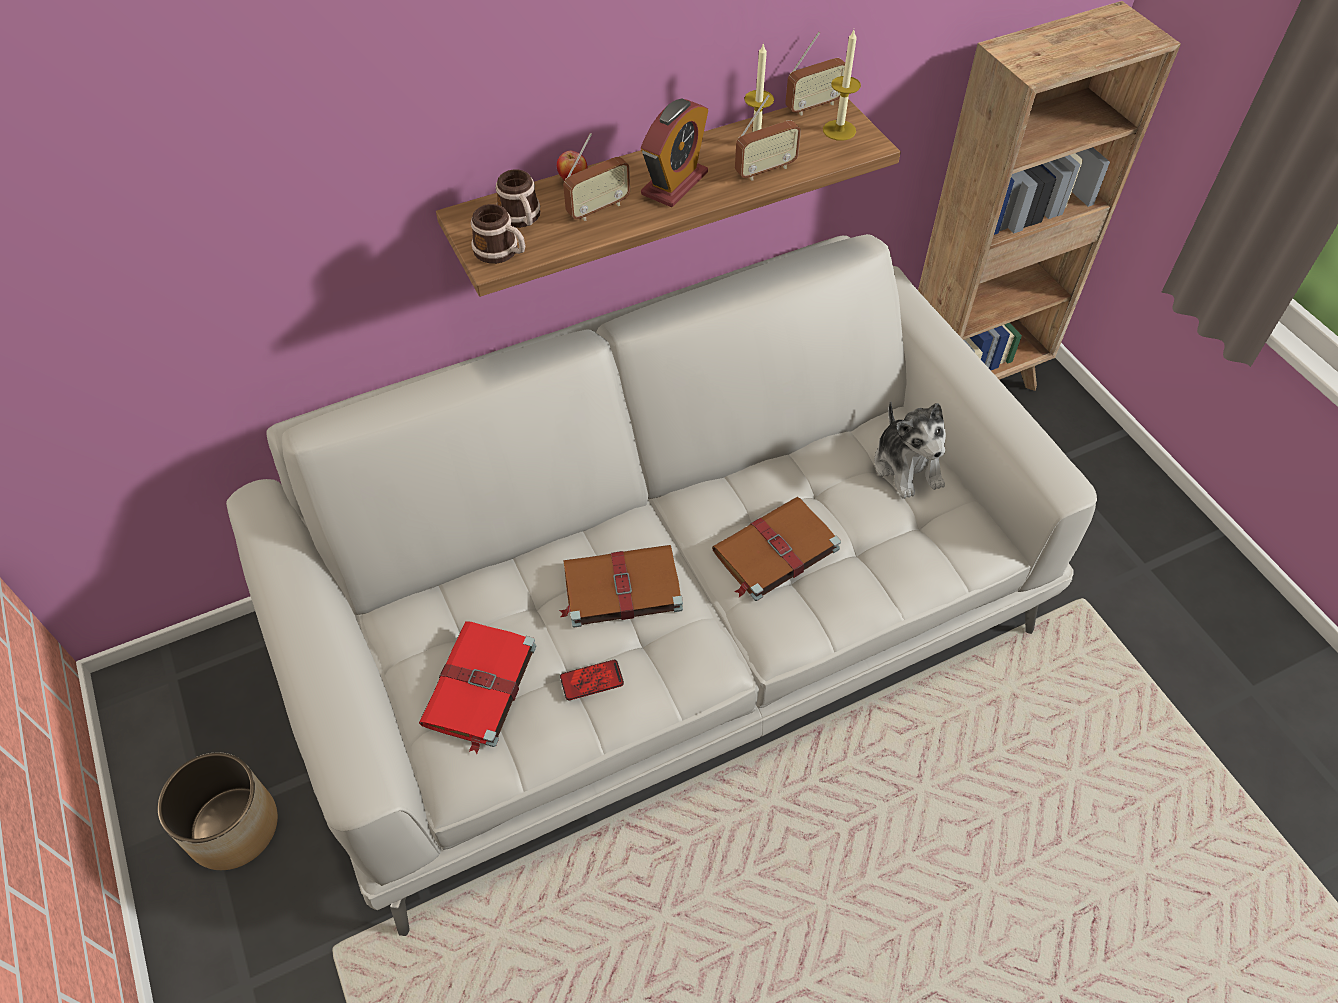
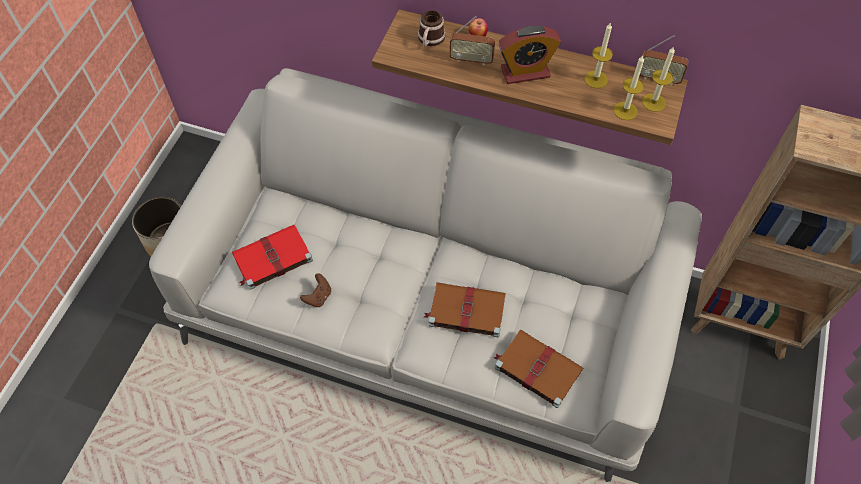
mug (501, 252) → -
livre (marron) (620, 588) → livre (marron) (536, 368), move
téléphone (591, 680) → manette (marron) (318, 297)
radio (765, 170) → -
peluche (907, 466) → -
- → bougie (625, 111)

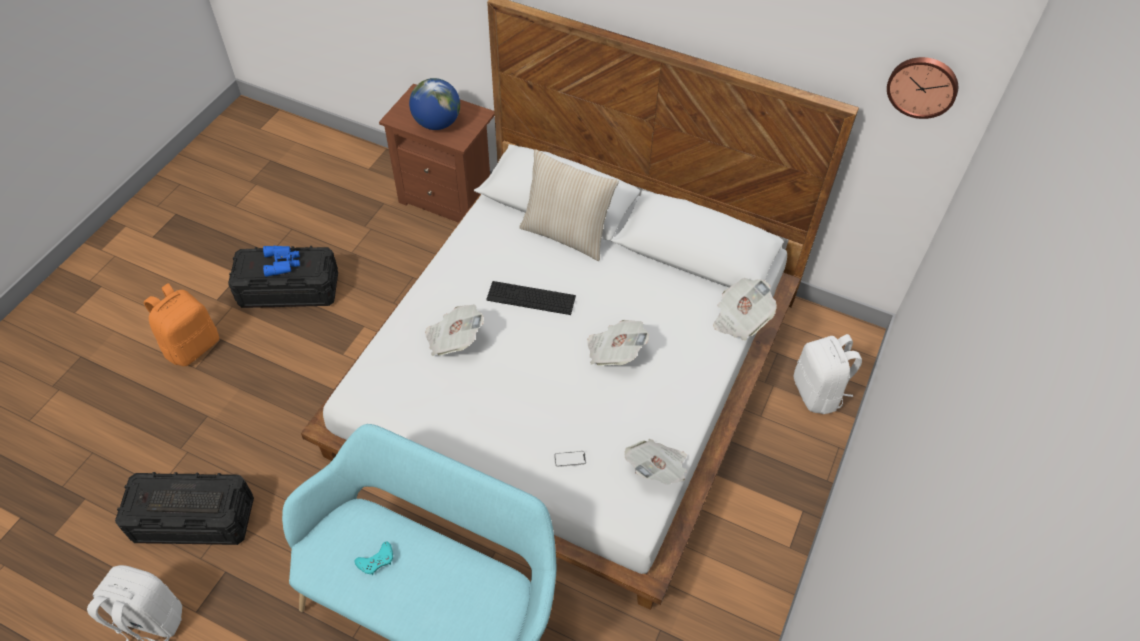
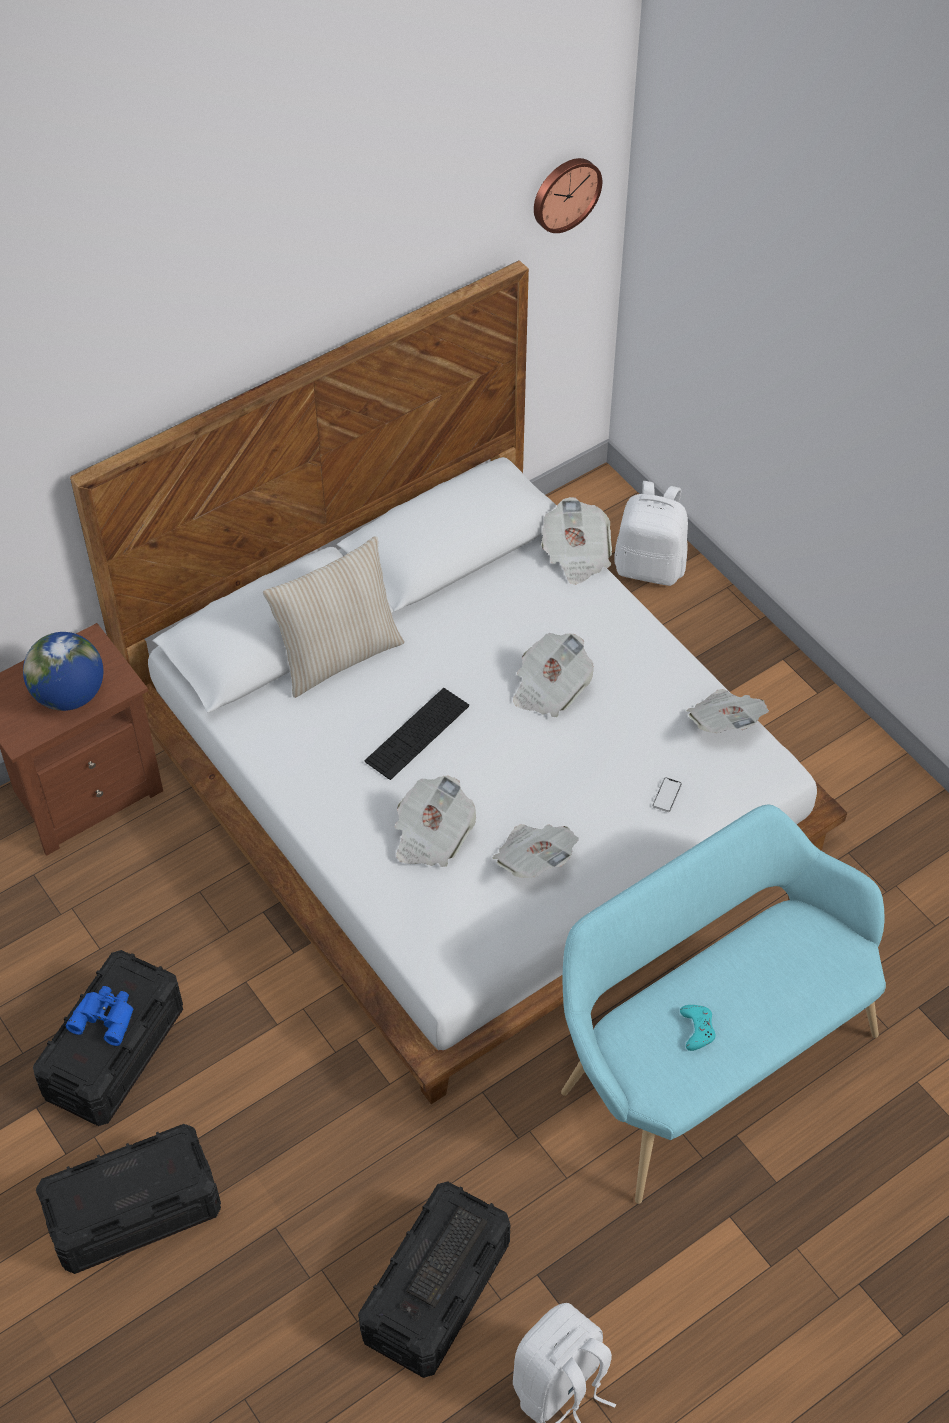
sac à dos (orange) (192, 345) → boîte de rangement (noir) (133, 1211)
- → journal (534, 860)

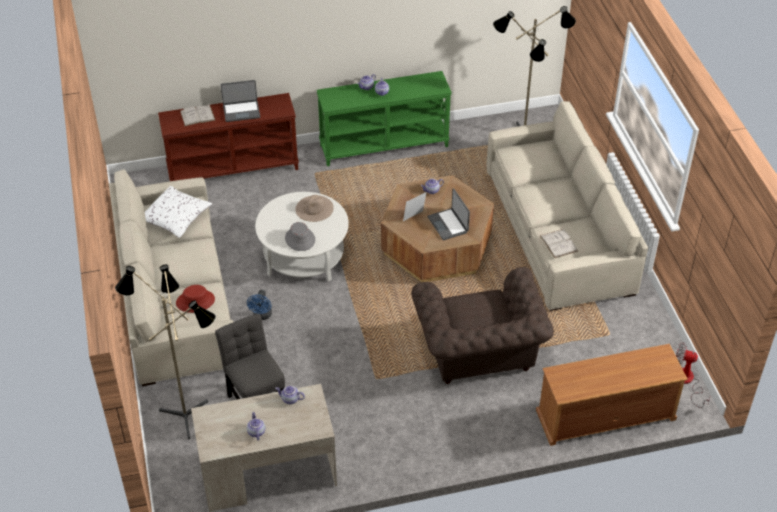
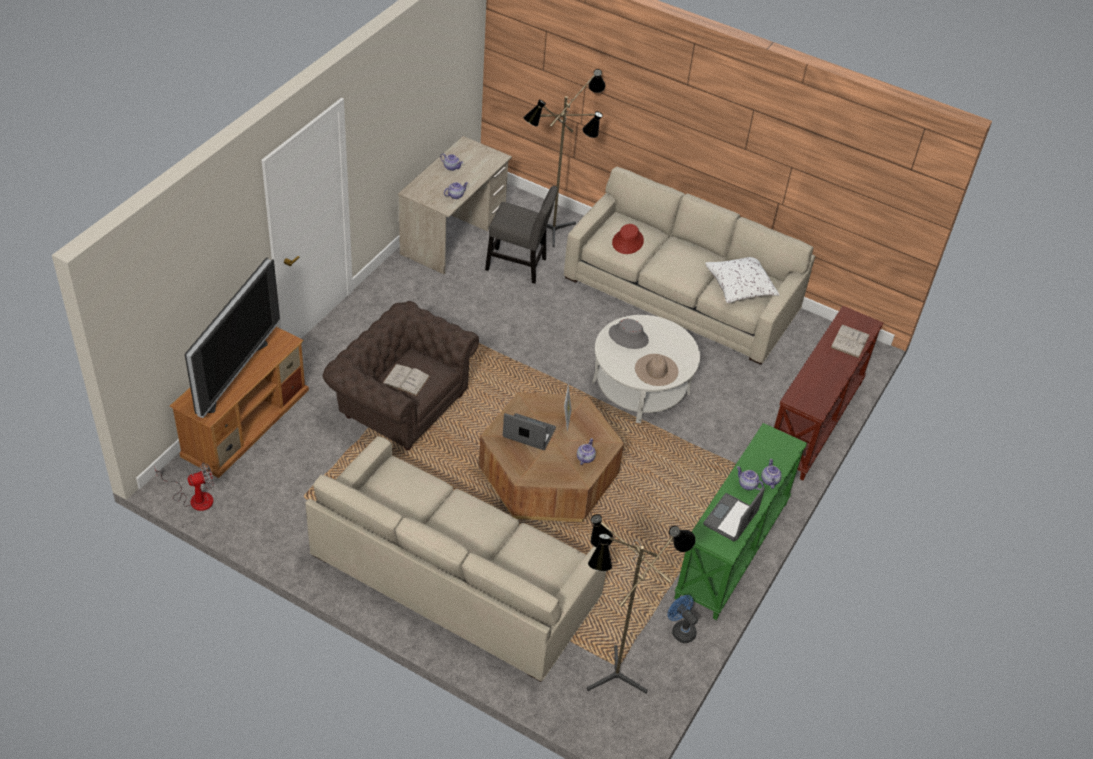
ordinateur portable (241, 111) → ordinateur portable (731, 519), move
ventilateur (bleu) (262, 316) → ventilateur (bleu) (680, 630), move
livre (blanc) (558, 243) → livre (blanc) (406, 380), move
- → téléviseur (233, 374)

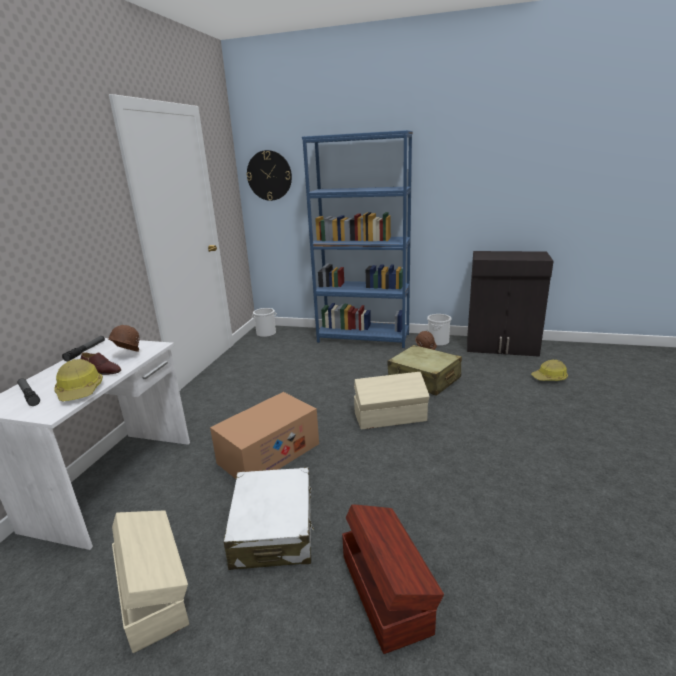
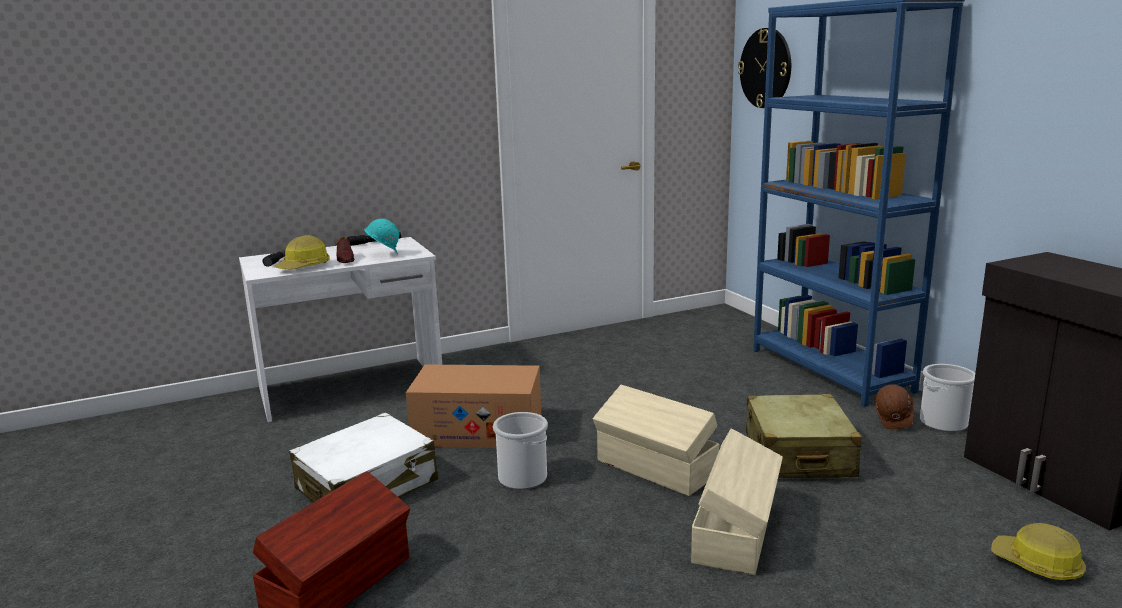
casque de chantier (marron) (127, 356) → casque de chantier (turquoise) (383, 255)
boîte de rangement (beige) (153, 591) → boîte de rangement (beige) (736, 532), move
seau (266, 333) → seau (522, 478), move

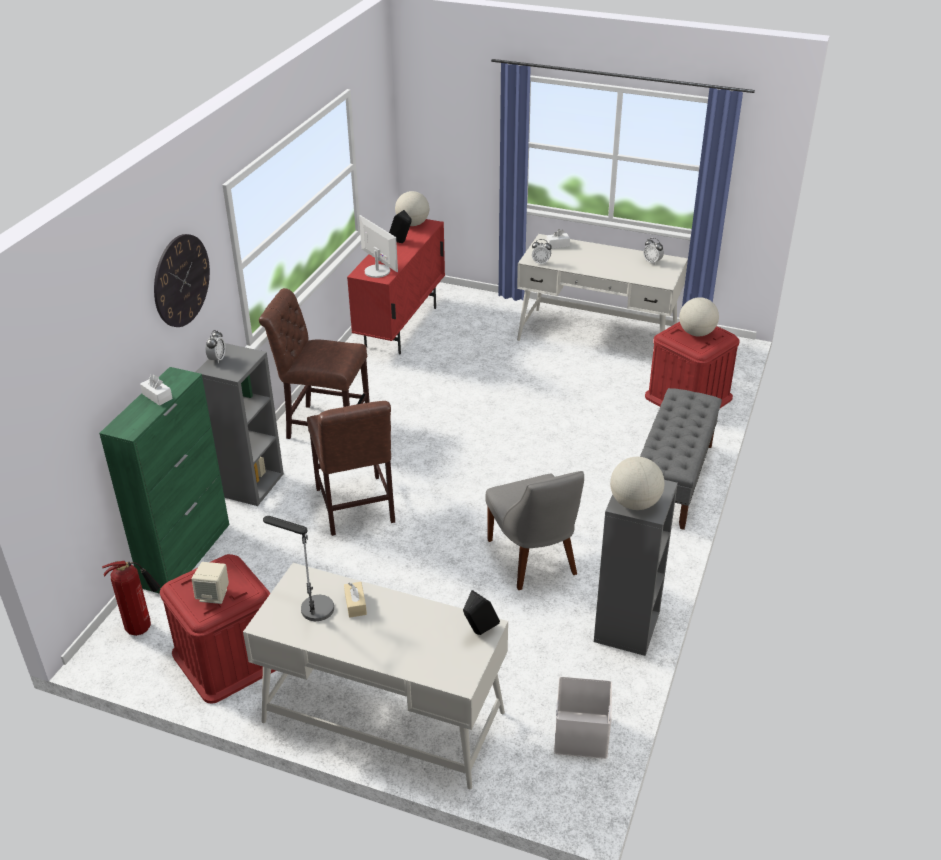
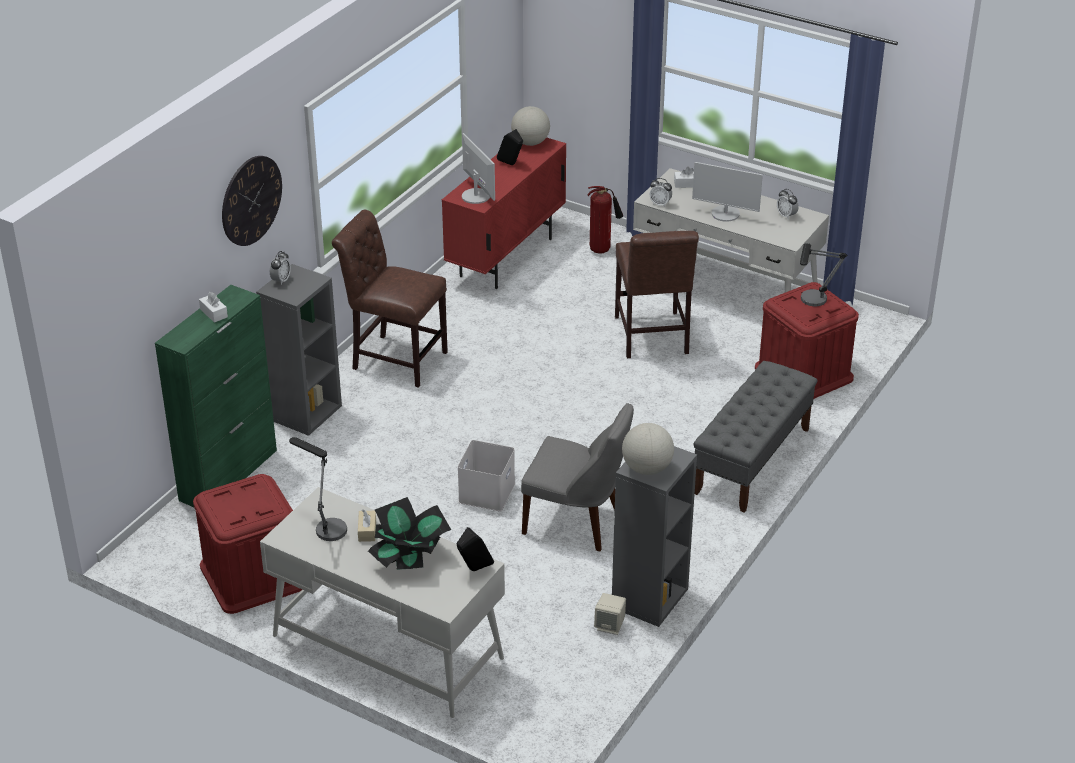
extincteur (142, 627) → extincteur (602, 249), move
enceinte (beige) (214, 595) → enceinte (beige) (610, 626), move
chaise (marron) (355, 509) → chaise (marron) (651, 338), move
chaise (gris) (534, 560) → chaise (gris) (576, 523), 60 degrees counterclockwise
boîte de rangement (blanc) (580, 733) → boîte de rangement (blanc) (486, 492), move
globe (696, 333) → lampe de table (811, 303)
- → plante en pot (409, 558)
- → écran d'ordinateur (725, 214)

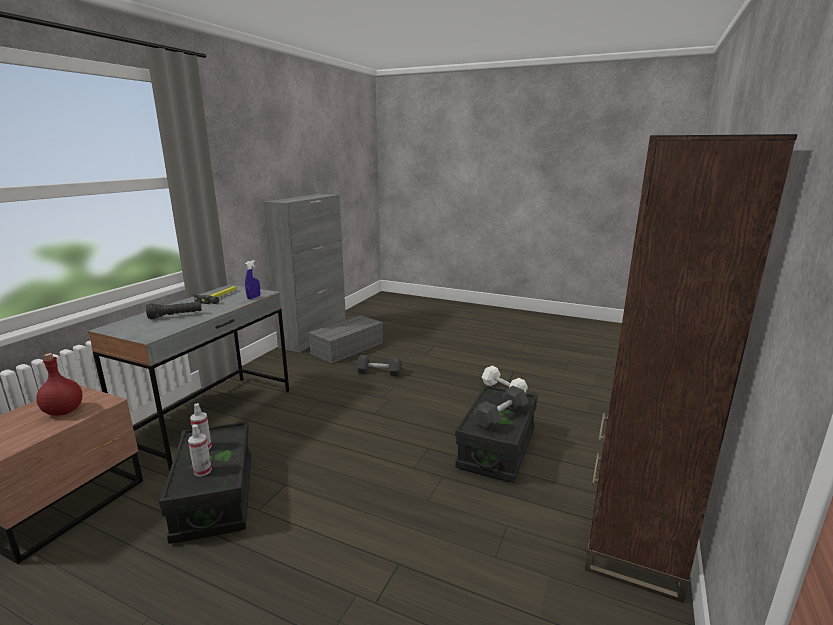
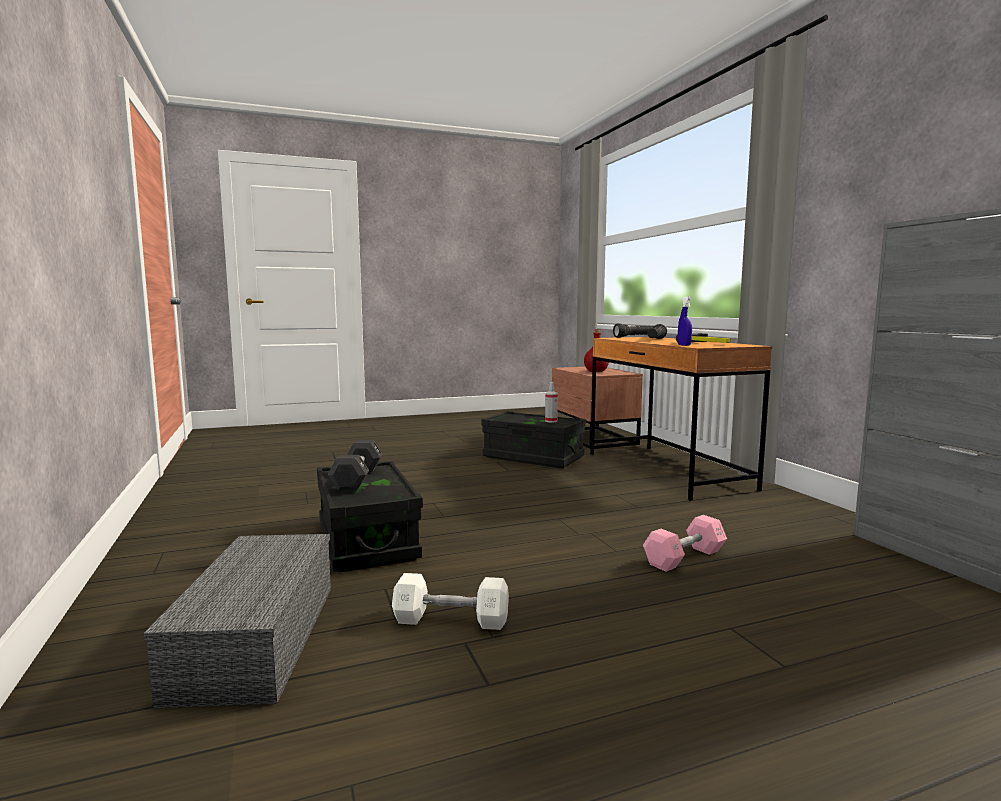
bureau (gris) (212, 418) → bureau (marron) (666, 471)
vaporisateur (202, 471) → -
boîte de rangement (gris) (347, 348) → boîte de rangement (gris) (256, 637), move
haltère (noir) (379, 372) → haltère (rose) (684, 557)
bibliothèque (marron) (633, 540) → -
- → lampe de poche (noir) (635, 337)

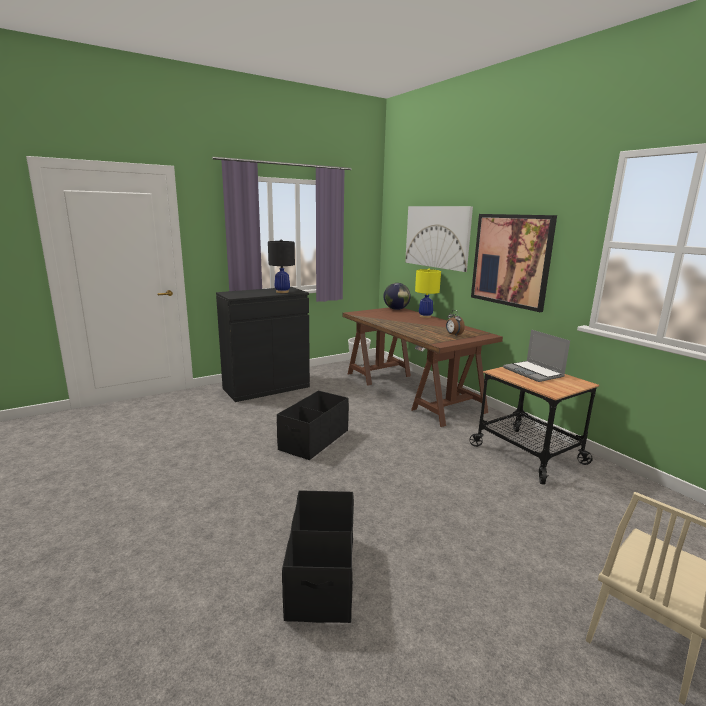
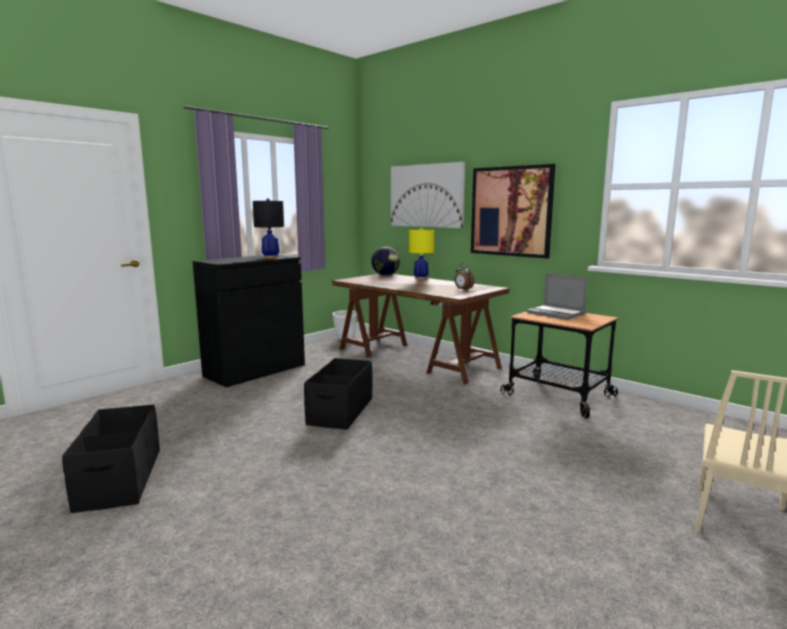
boîte de rangement (noir) (321, 575) → boîte de rangement (noir) (119, 479), move

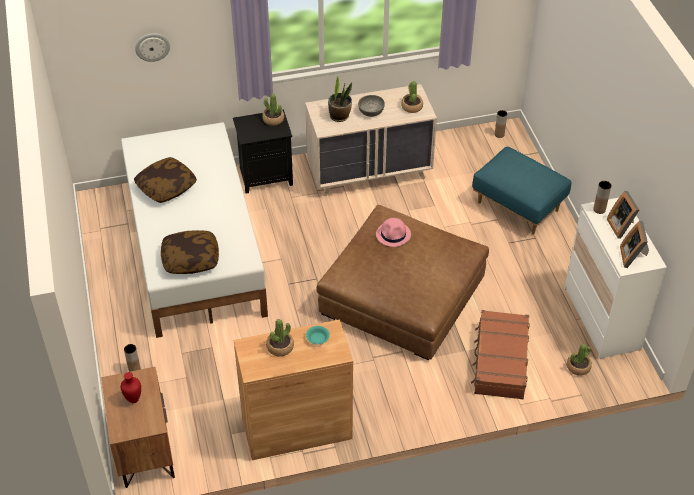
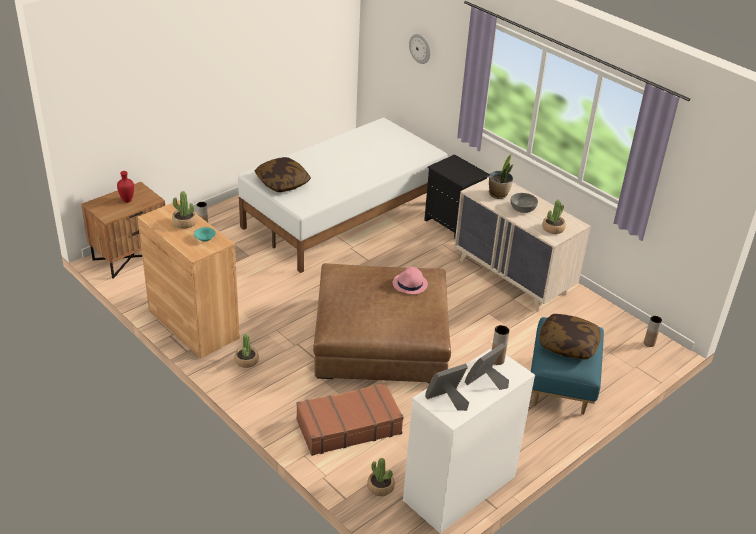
coussin (166, 187) → coussin (568, 344), move
plante en pot (273, 119) → plante en pot (246, 361), move

